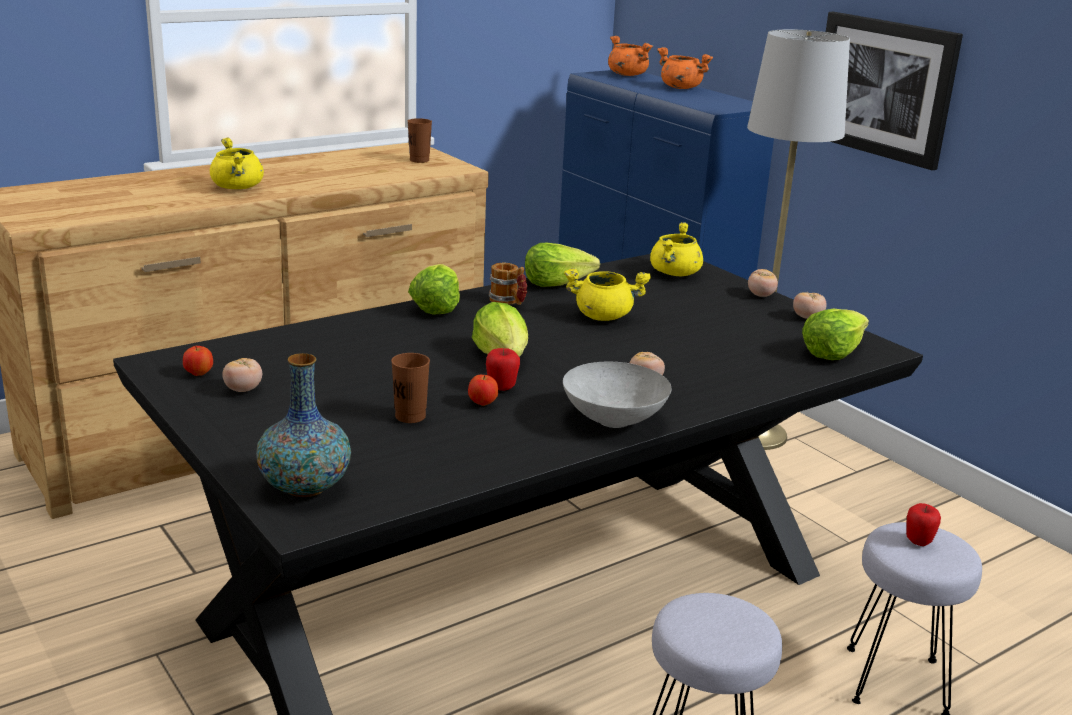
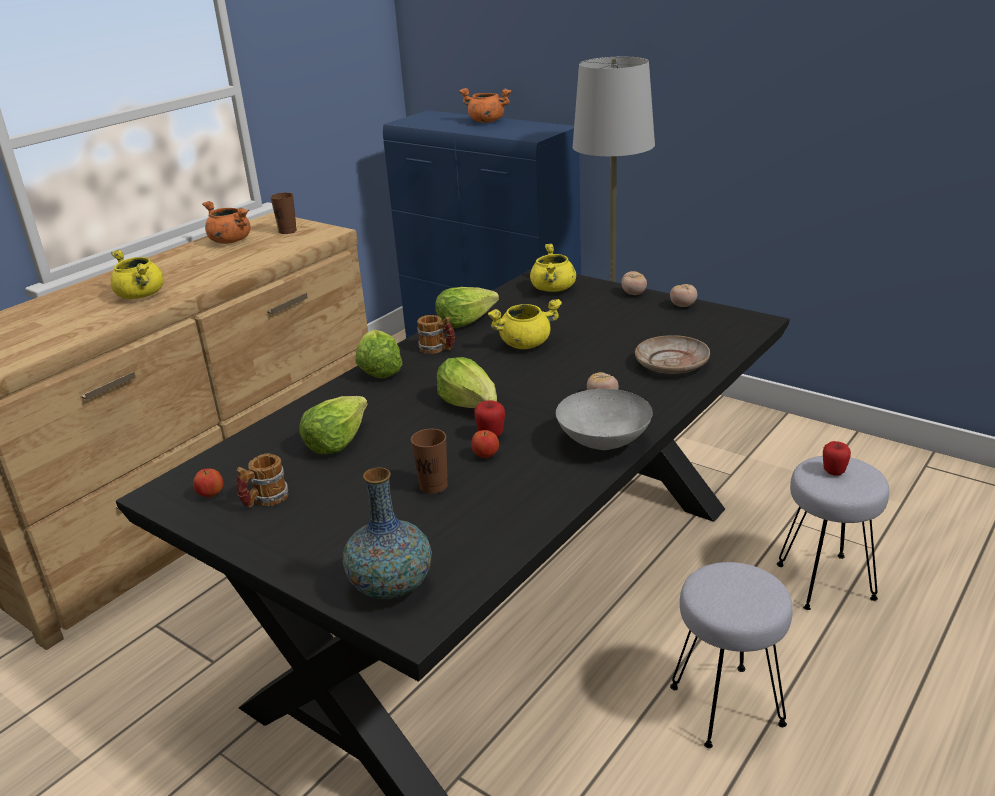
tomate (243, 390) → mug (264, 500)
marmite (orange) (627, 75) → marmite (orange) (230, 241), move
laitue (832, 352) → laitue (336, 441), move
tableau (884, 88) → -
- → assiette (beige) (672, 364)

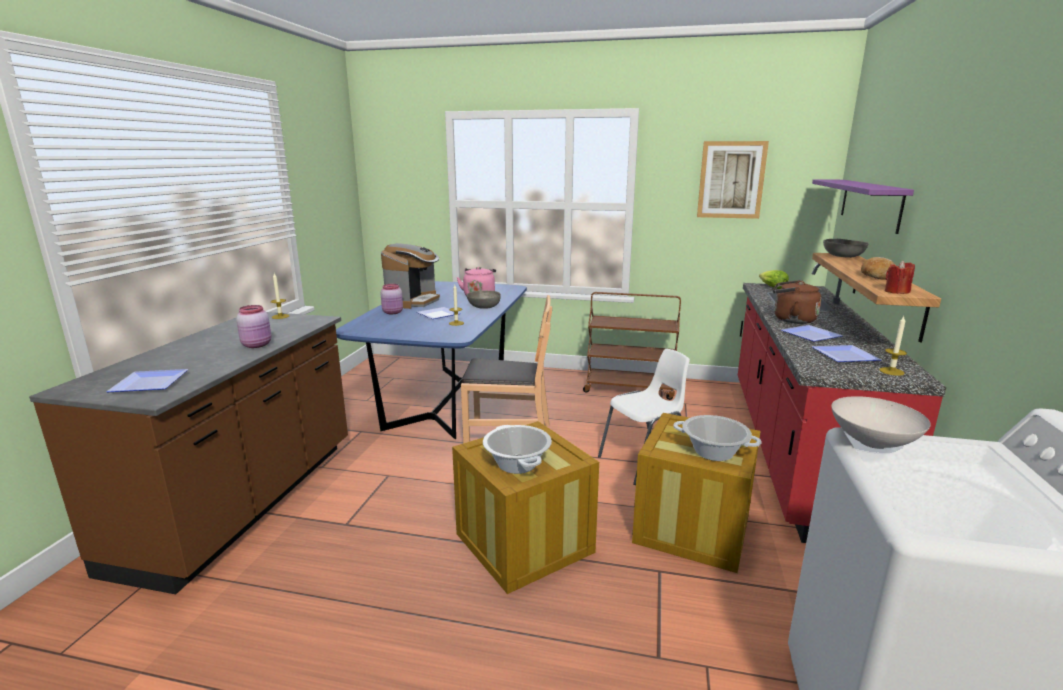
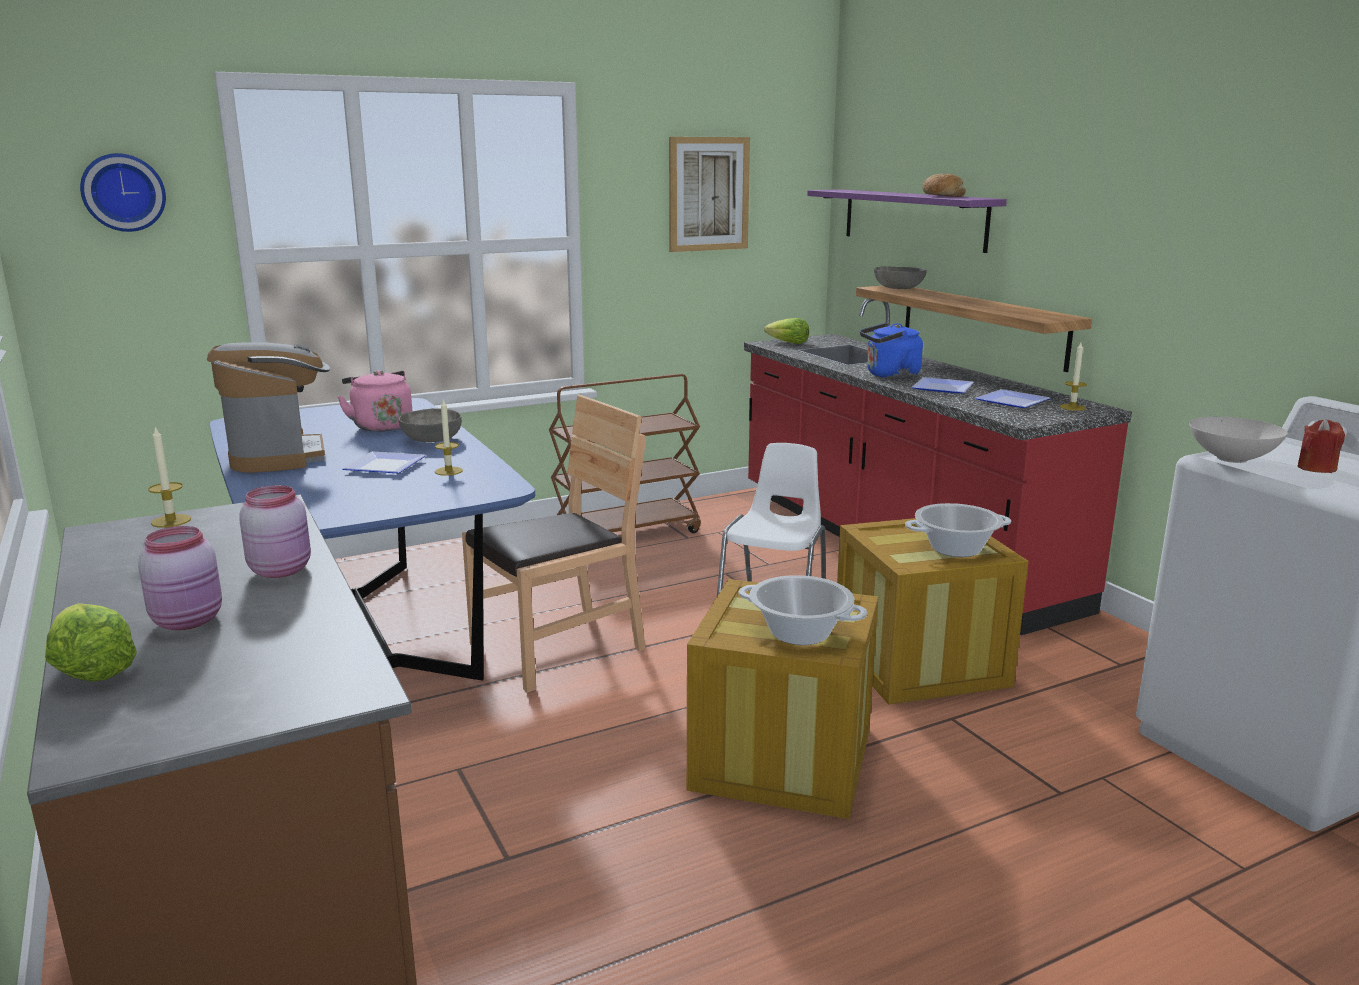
assiette (148, 383) → -
bocal (rose) (393, 312) → bocal (rose) (190, 620), move
bouilloire (marron) (791, 320) → bouilloire (bleu) (889, 376)
pain (876, 276) → pain (941, 196), move
bougie (rouge) (896, 292) → bougie (rouge) (1316, 468), move
- → laitue (92, 668)
- → horloge murale (123, 192)

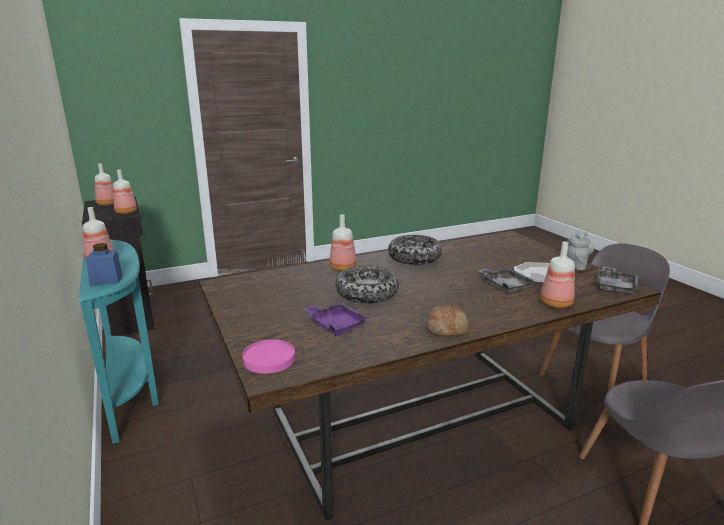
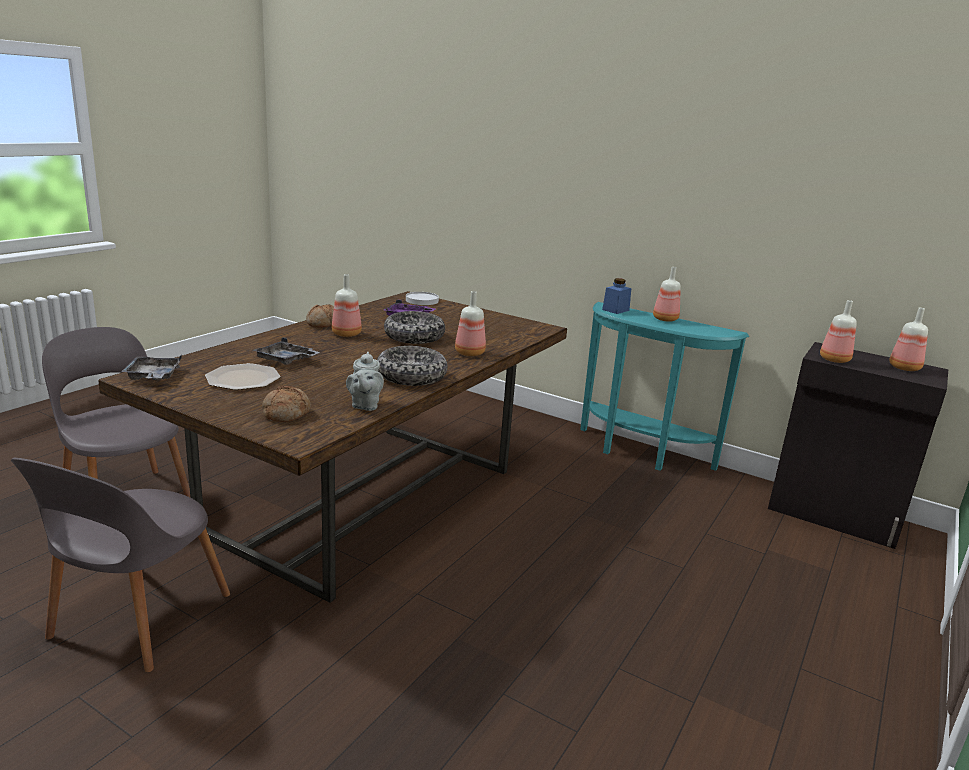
assiette (rose) (269, 359) → assiette (blanc) (422, 300)
bouteille (556, 304) → bouteille (346, 334), move
théière (gris) (576, 265) → théière (gris) (365, 405), move
- → pain (286, 413)

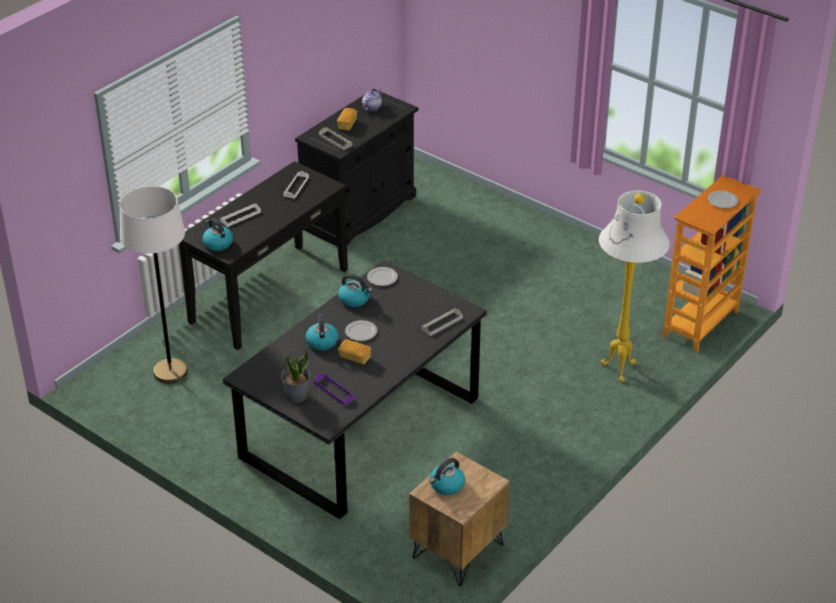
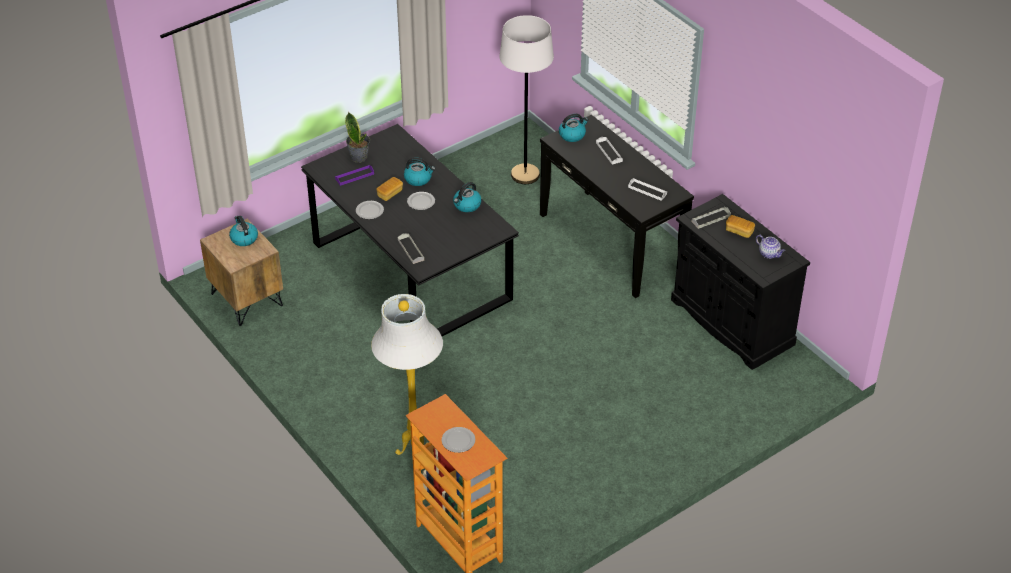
assiette (383, 277) → assiette (369, 211), move

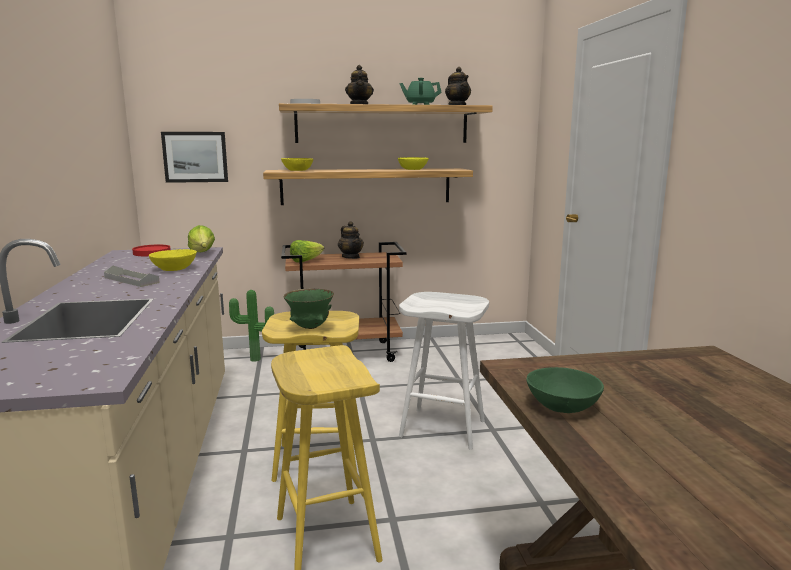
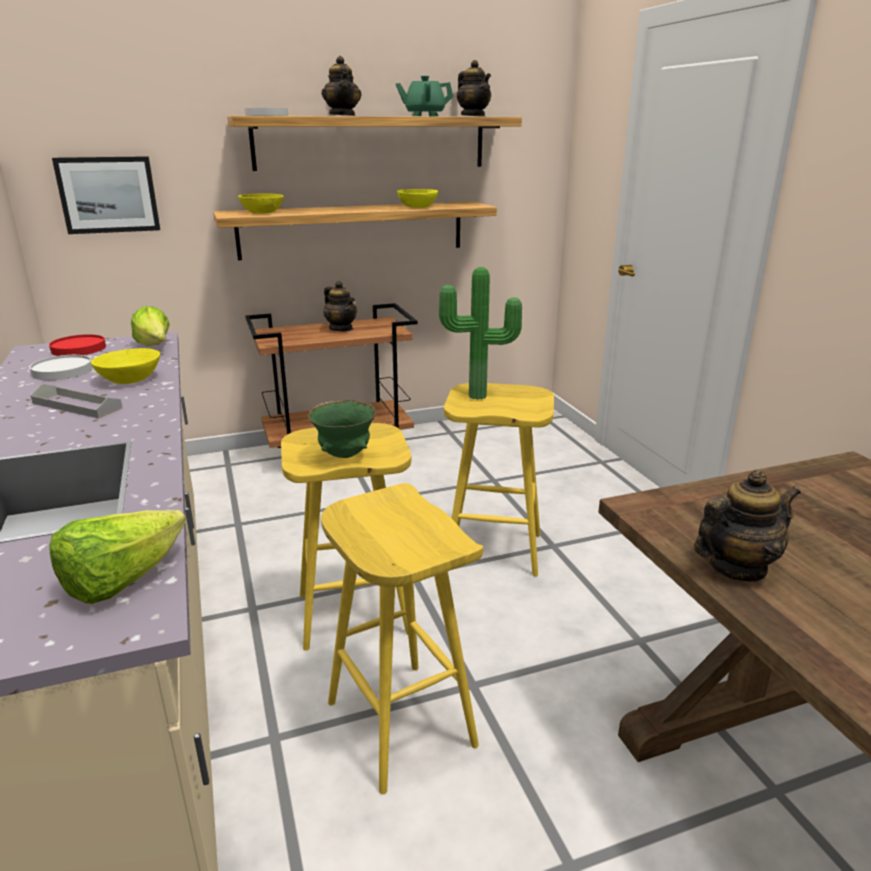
plante en pot (255, 360) → plante en pot (478, 397), move
laitue (306, 261) → laitue (122, 581), move
tabouret (blanc) (444, 428) → tabouret (jaune) (495, 549)
bol (vert) (561, 406) → théière (736, 567)
- → assiette (blanc) (63, 371)

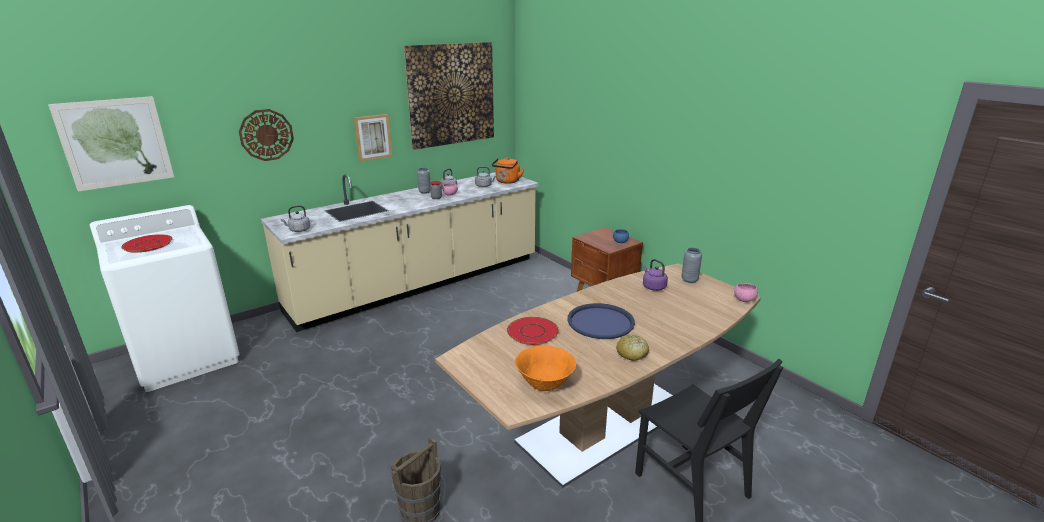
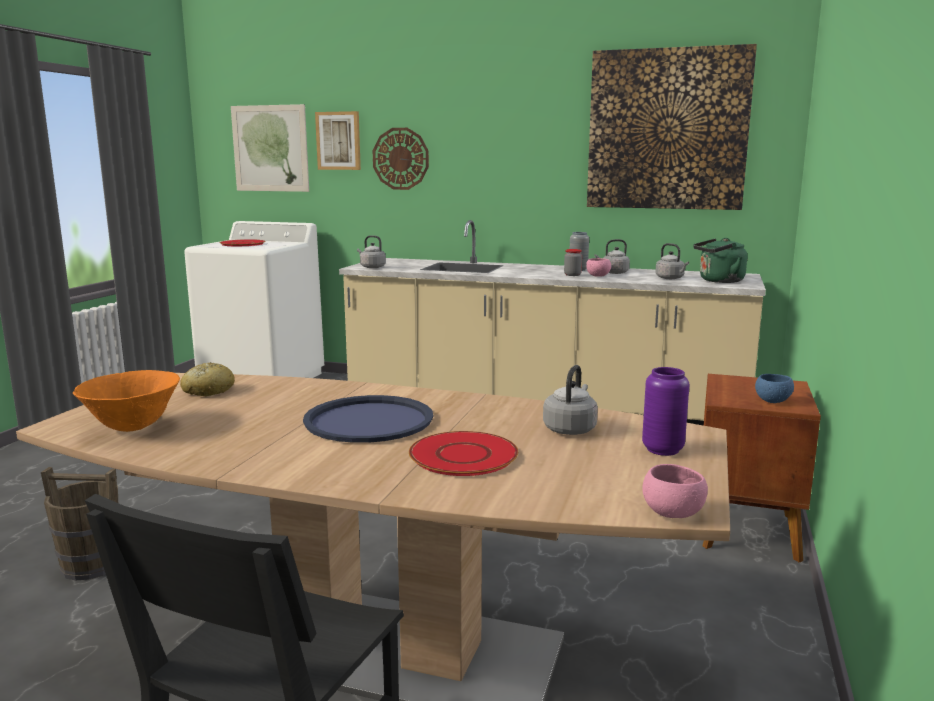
tableau (372, 137) → tableau (338, 141), move
bouilloire (orange) (507, 182) → bouilloire (vert) (719, 281)
assiette (rouge) (533, 331) → assiette (rouge) (464, 455), move
pain (632, 353) → pain (208, 390), move
bouilloire (violet) (653, 286) → bouilloire (gris) (570, 429)
vase (gris) (689, 280) → vase (violet) (662, 449)

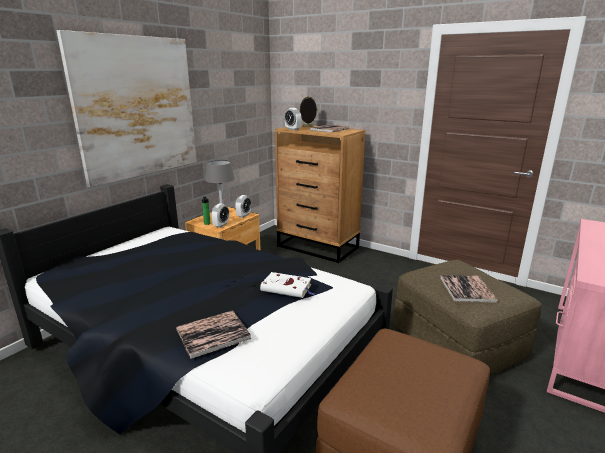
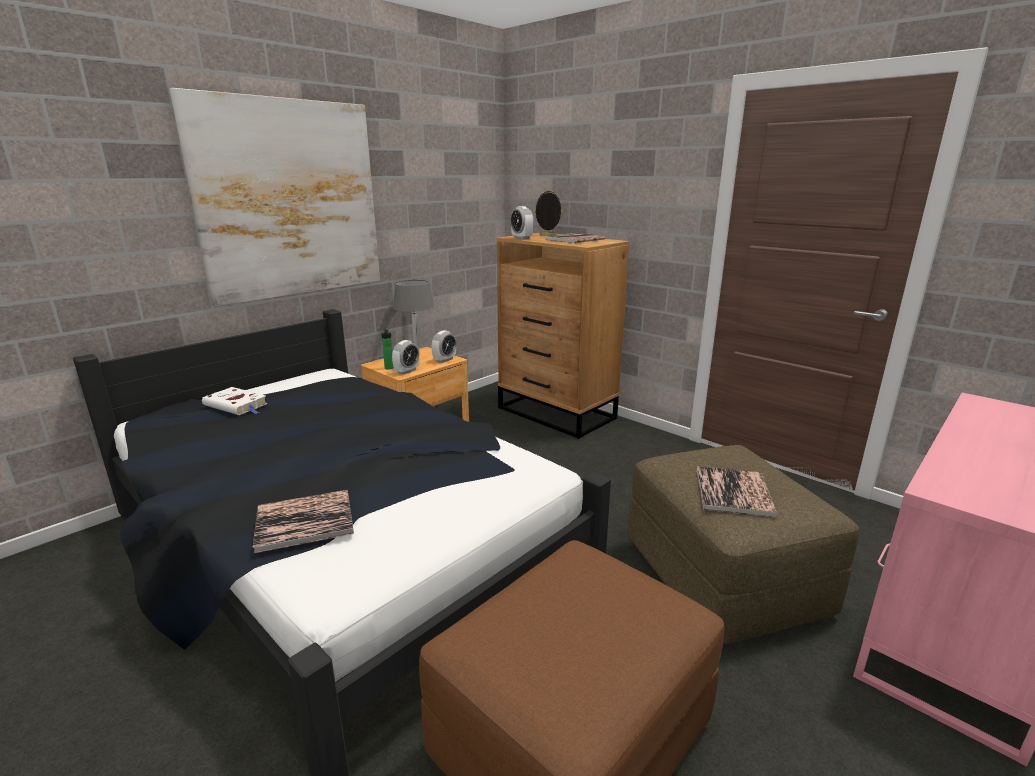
livre (blanc) (287, 288) → livre (blanc) (237, 405), move

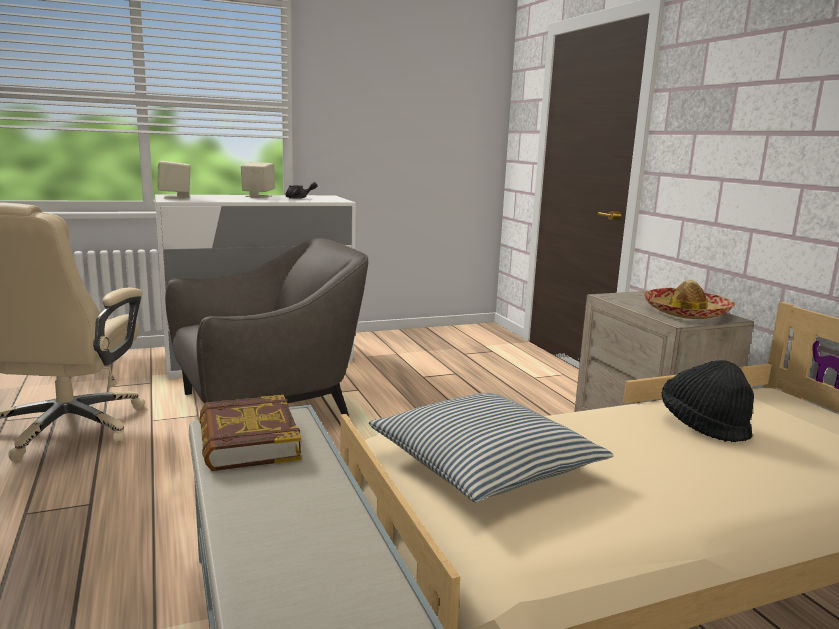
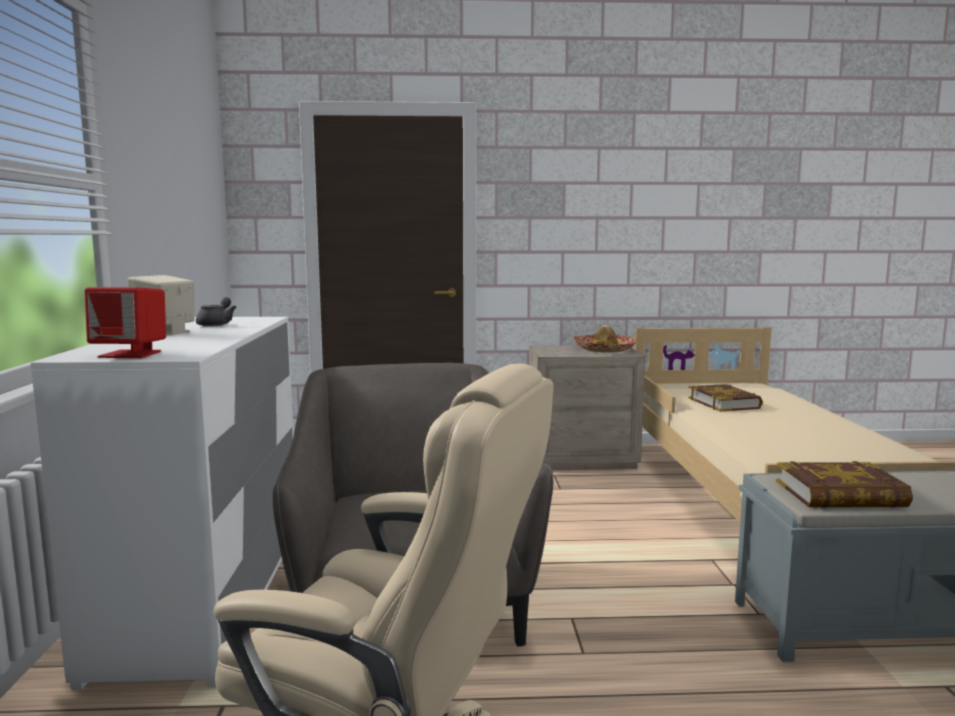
enceinte (beige) (175, 197) → enceinte (rouge) (131, 354)
coussin (484, 464) → -
chapeau (noir) (703, 425) → livre (724, 403)

